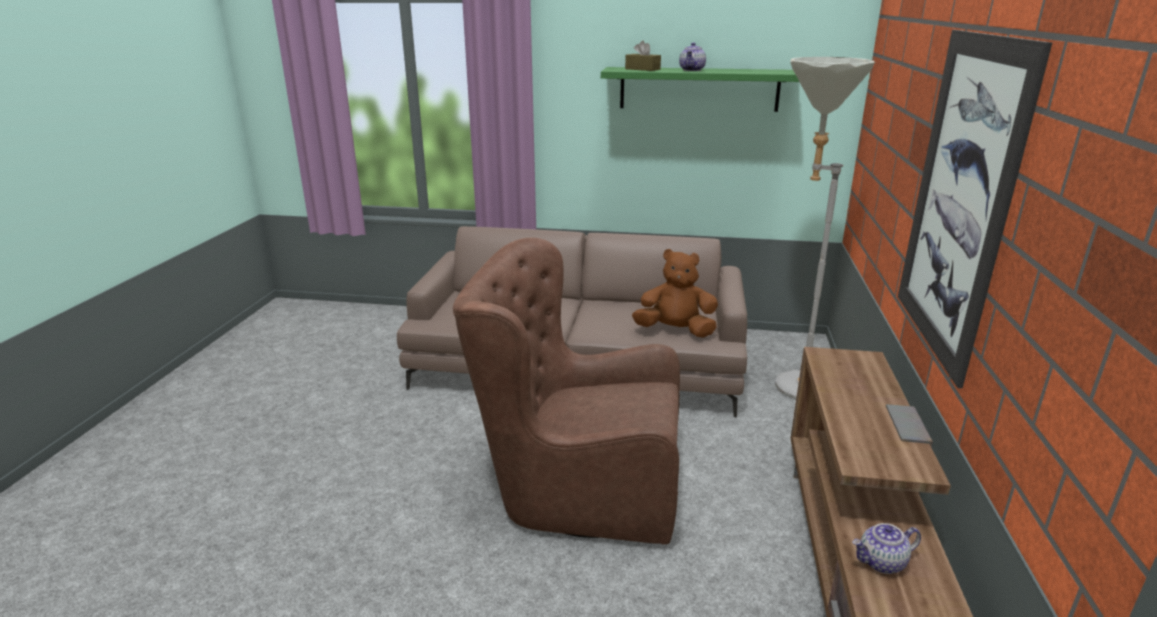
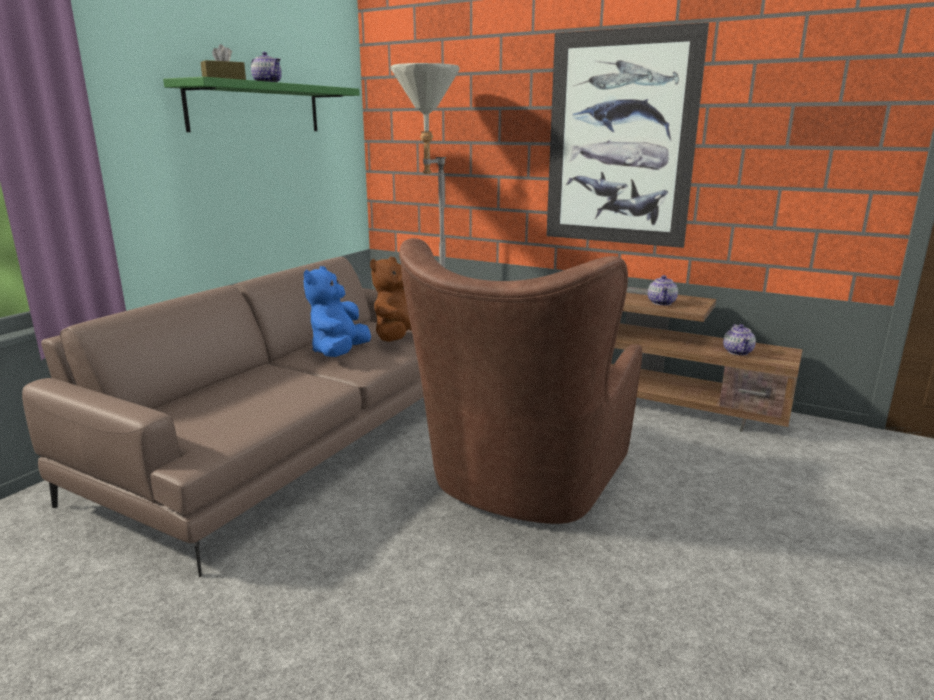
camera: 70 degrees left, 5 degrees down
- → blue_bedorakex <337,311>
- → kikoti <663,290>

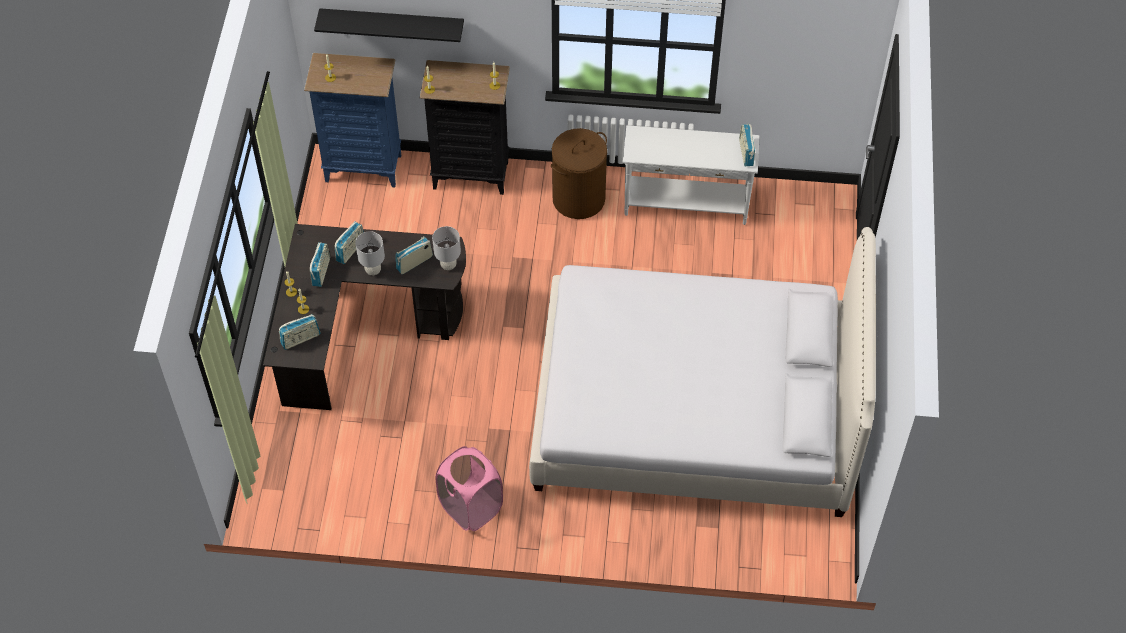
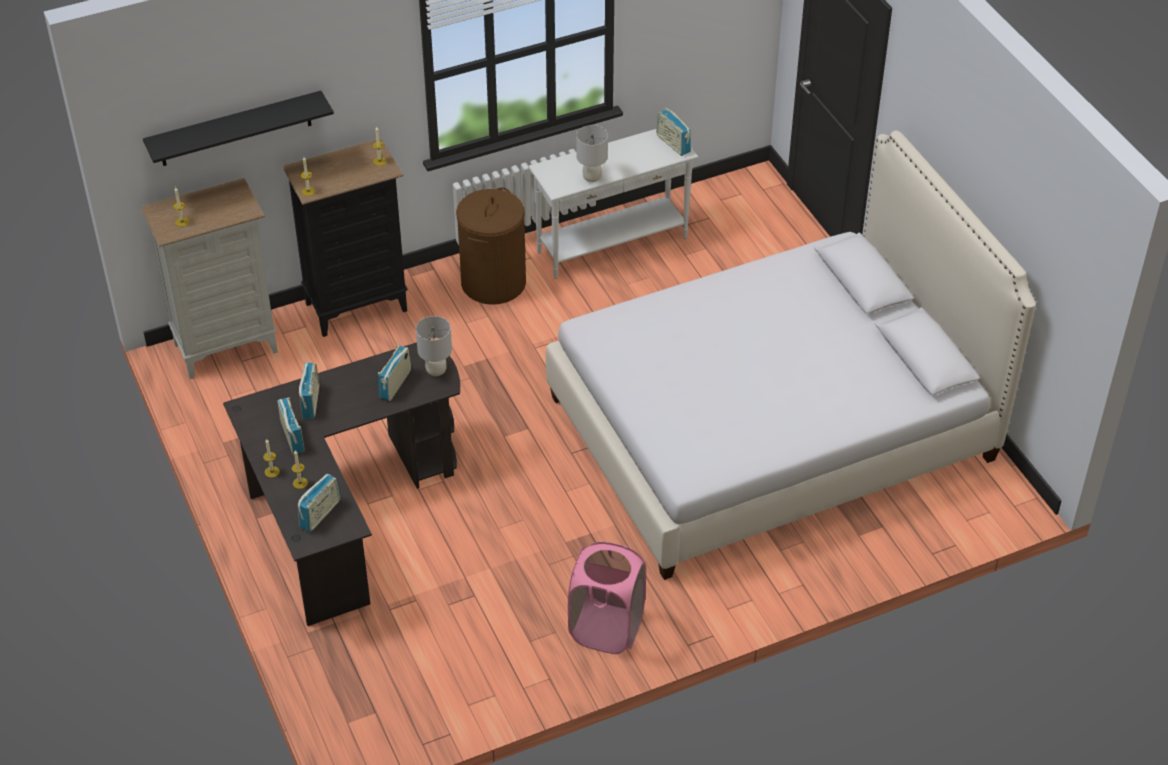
camera: 30 degrees left, 10 degrees down
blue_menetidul <352,120> → white_menetidul <209,278>
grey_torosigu <370,253> → grey_torosigu <592,153>, move

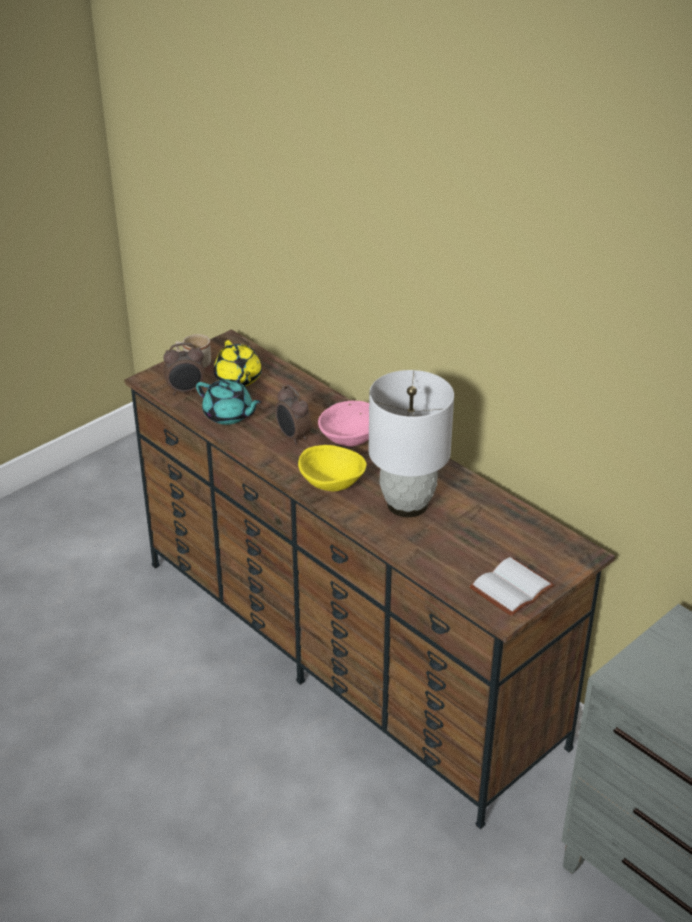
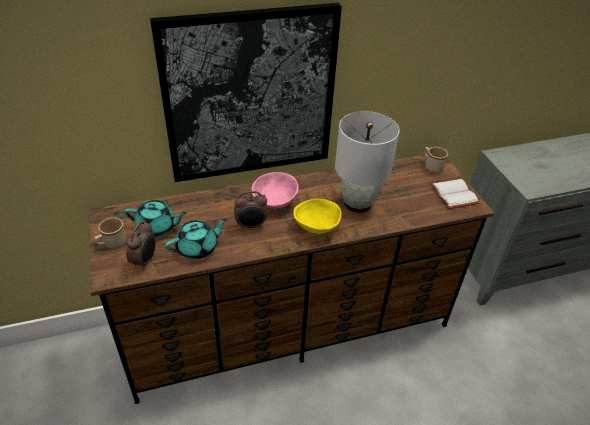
camera: 65 degrees left, 5 degrees up
yellow_kikoti <238,363> → turquoise_kikoti <155,218>
- → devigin <246,92>
- → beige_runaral <436,159>

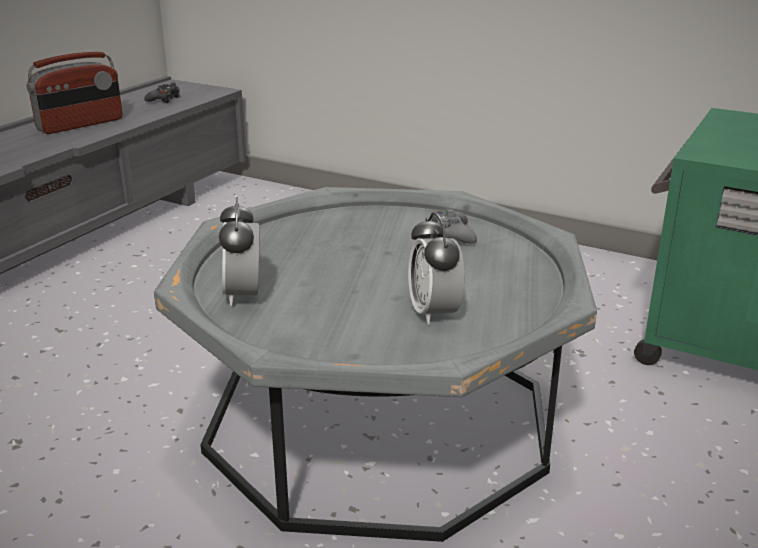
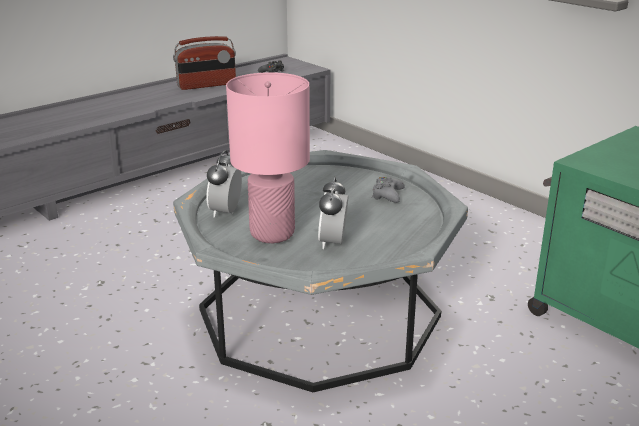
camera: 20 degrees right, 0 degrees up
- → pink_torosigu <268,157>

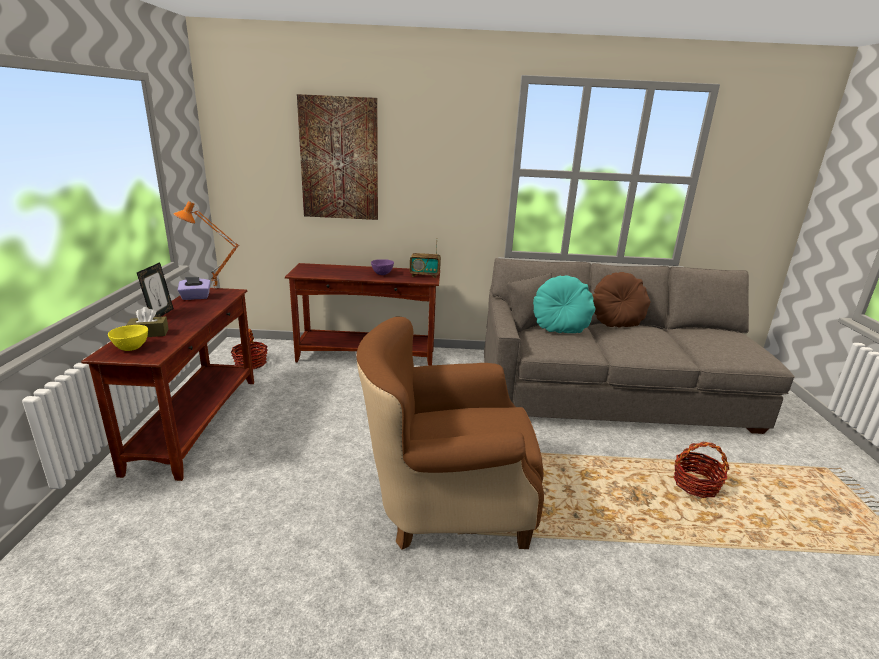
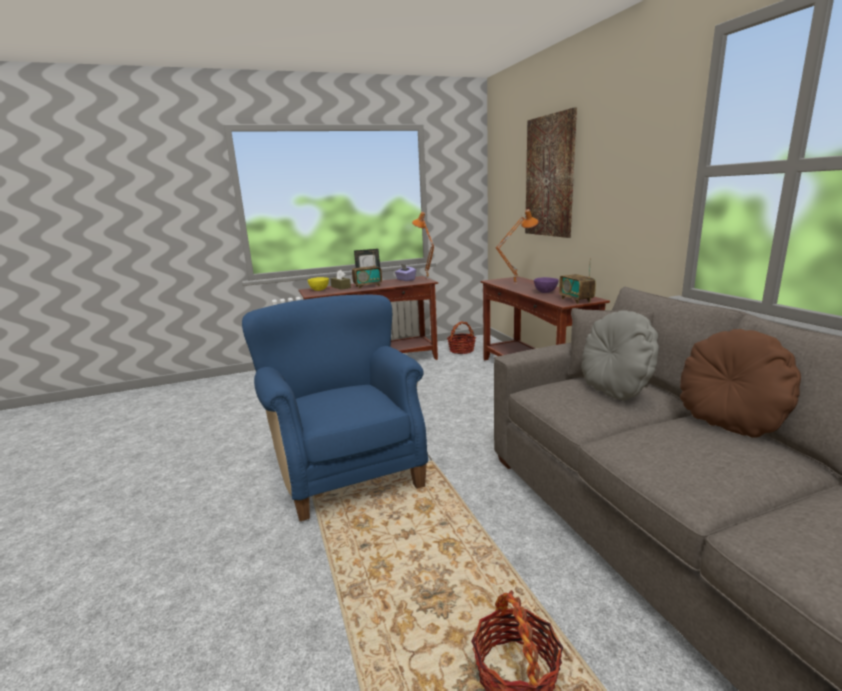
camera: 70 degrees right, 5 degrees down
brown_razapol <450,433> → blue_razapol <335,408>
- → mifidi <367,271>
- → orange_torosigu <516,246>
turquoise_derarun <564,304> → grey_derarun <620,355>

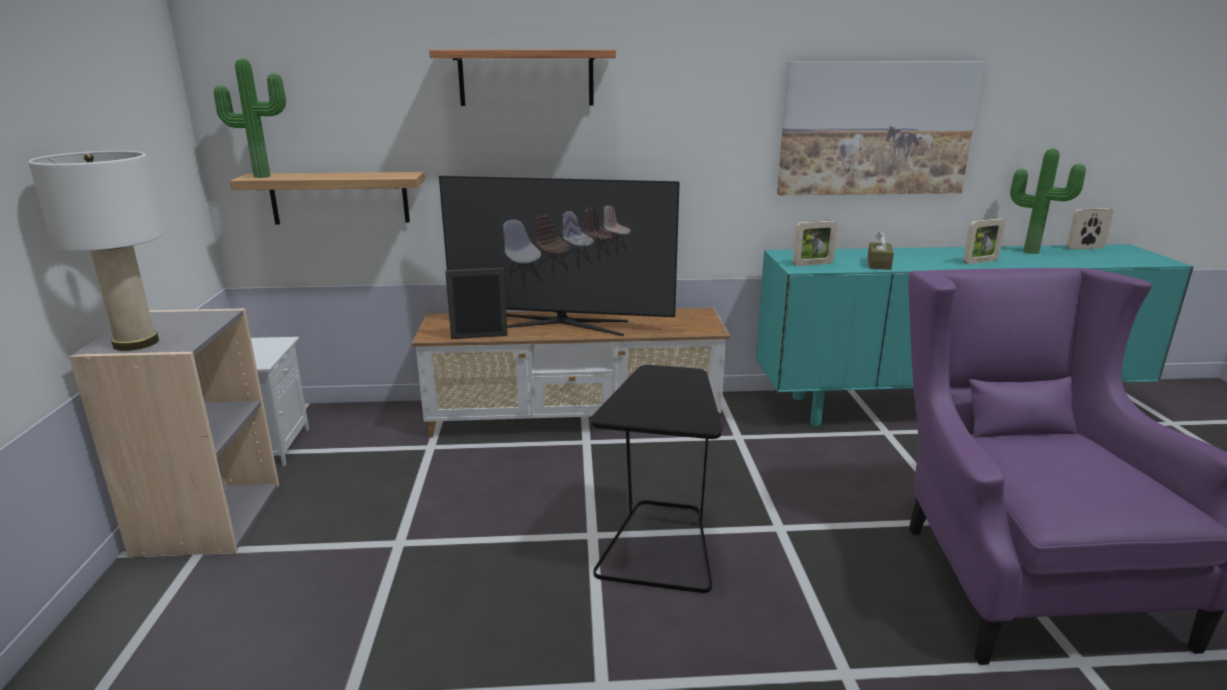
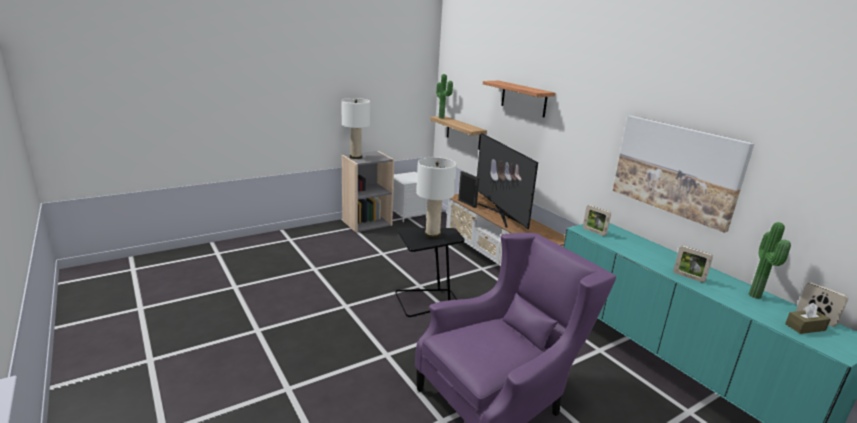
camera: 60 degrees right, 0 degrees up
- → white_torosigu <436,197>
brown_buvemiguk <880,250> → brown_buvemiguk <808,318>, move

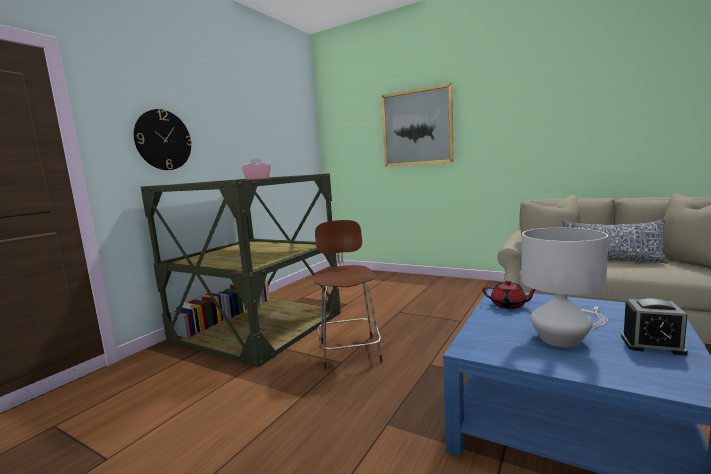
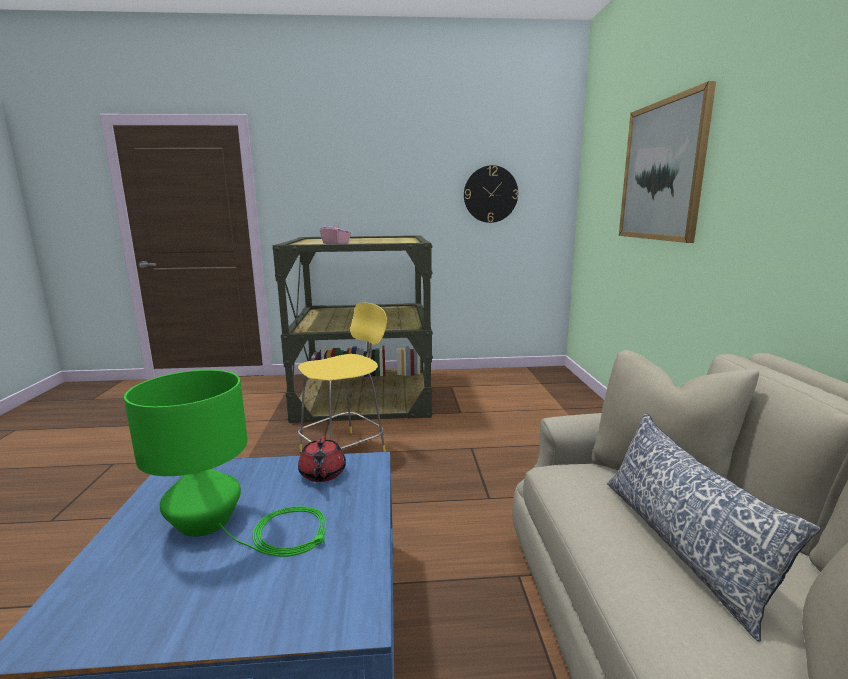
camera: 55 degrees right, 5 degrees up
grey_torosigu <564,288> → green_torosigu <225,463>
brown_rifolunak <348,295> → yellow_rifolunak <342,377>
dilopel <163,139> → dilopel <491,194>, move
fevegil <654,327> → -

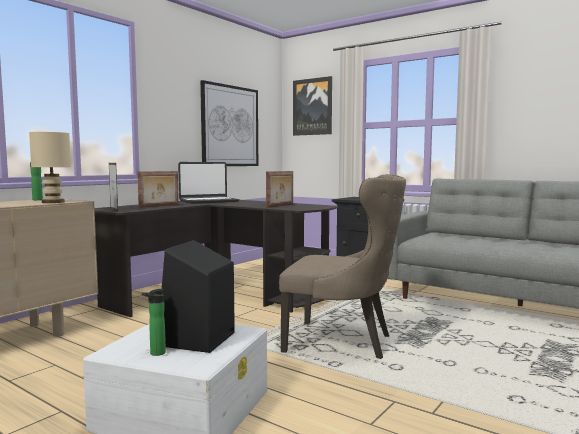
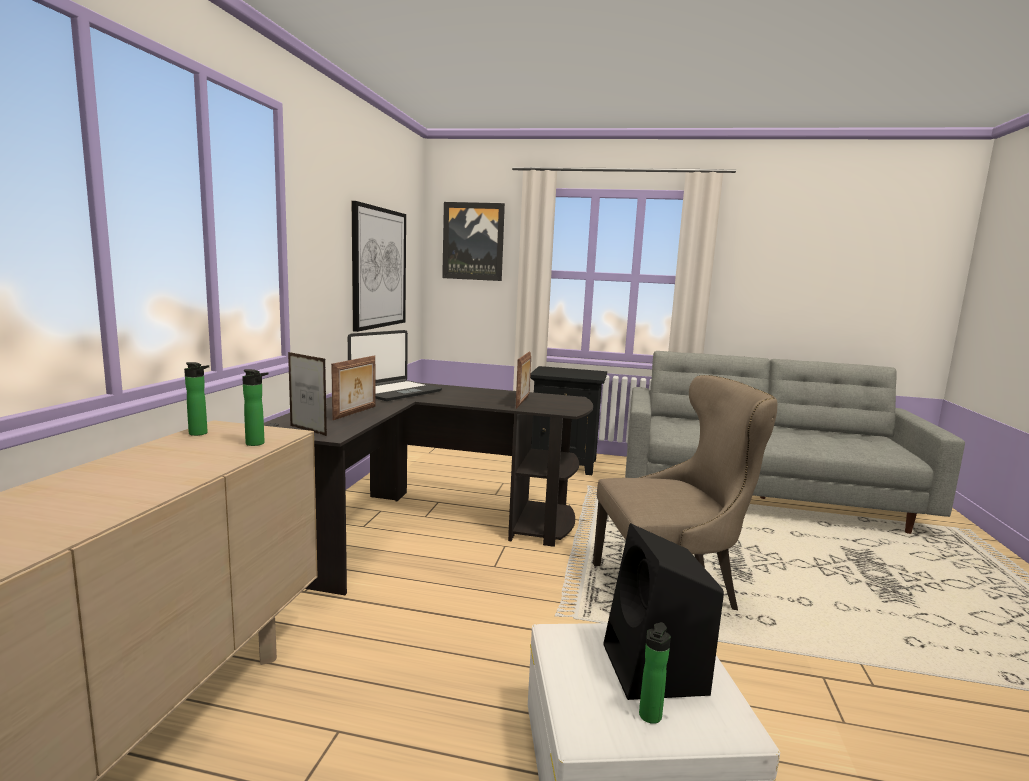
camera: 25 degrees left, 5 degrees up
beige_torosigu <50,167> → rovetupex <255,407>

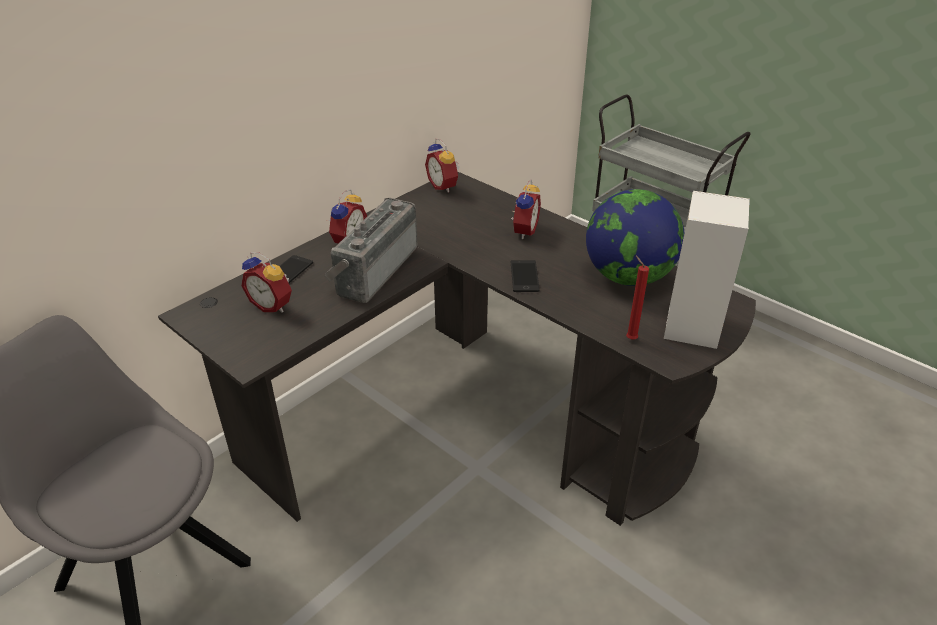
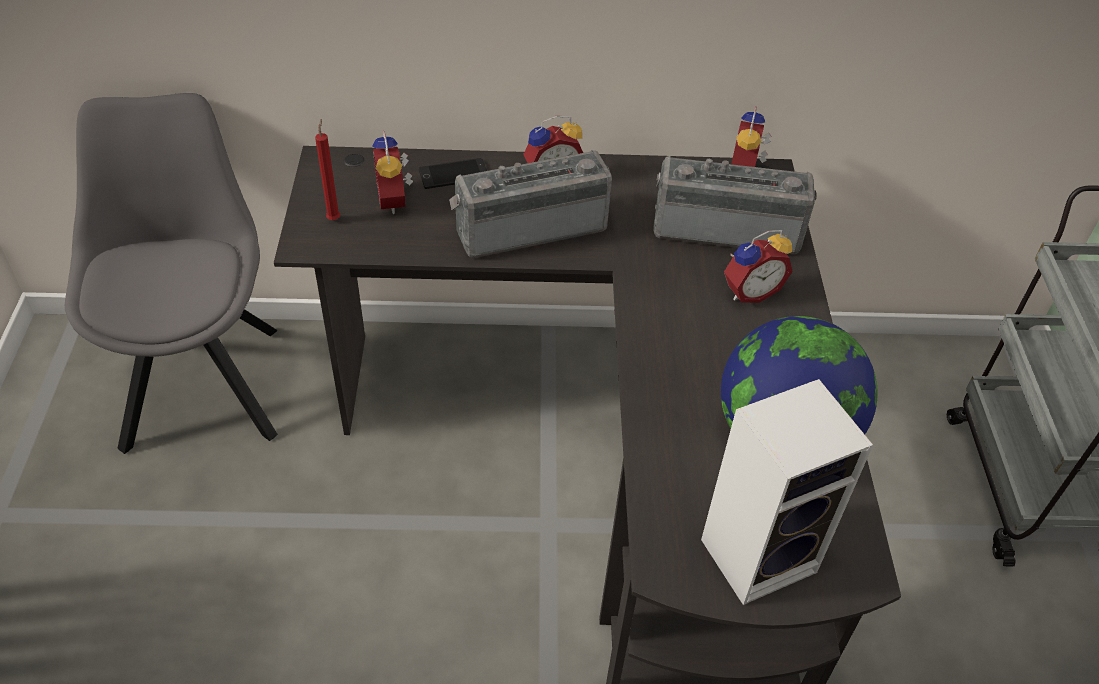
camera: 45 degrees right, 10 degrees up
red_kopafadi <637,298> → red_kopafadi <327,169>, move
- → mifidi <735,205>
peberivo <525,276> → -

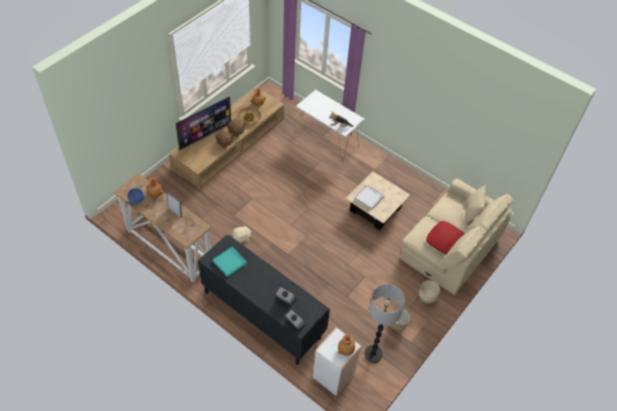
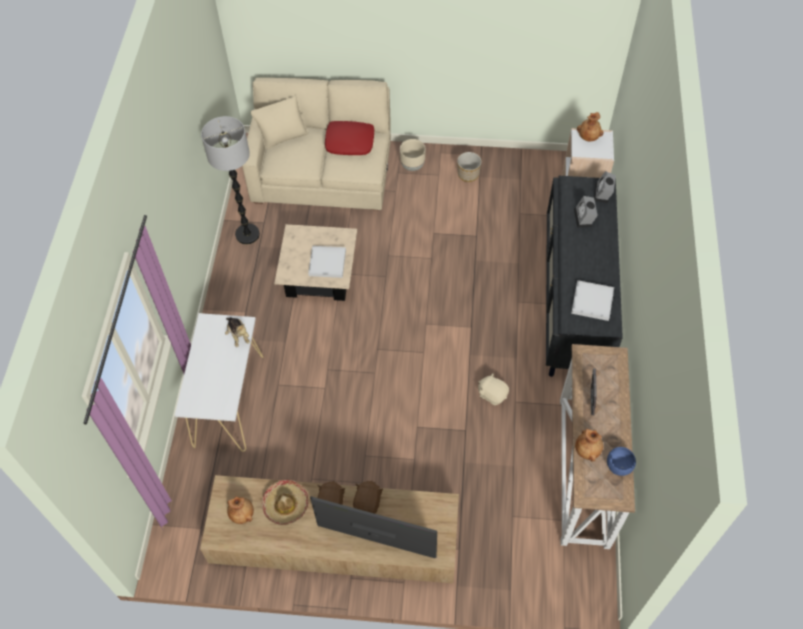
camera: 120 degrees left, 5 degrees up
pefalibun <384,323> → pefalibun <230,180>, move
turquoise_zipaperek <229,261> → white_zipaperek <592,300>

